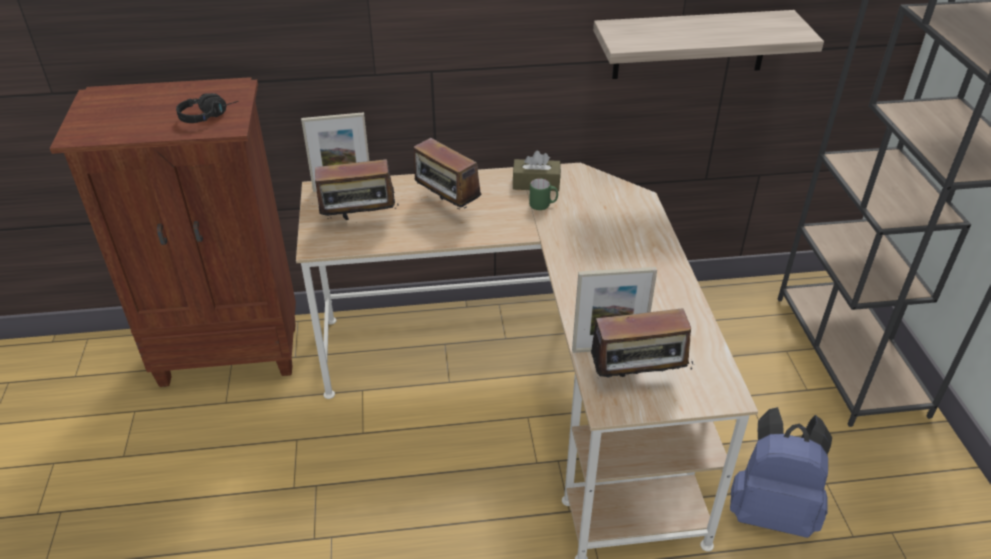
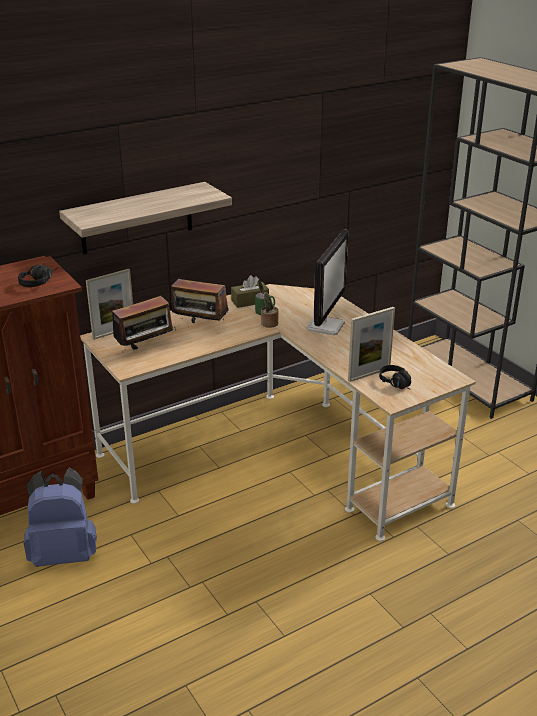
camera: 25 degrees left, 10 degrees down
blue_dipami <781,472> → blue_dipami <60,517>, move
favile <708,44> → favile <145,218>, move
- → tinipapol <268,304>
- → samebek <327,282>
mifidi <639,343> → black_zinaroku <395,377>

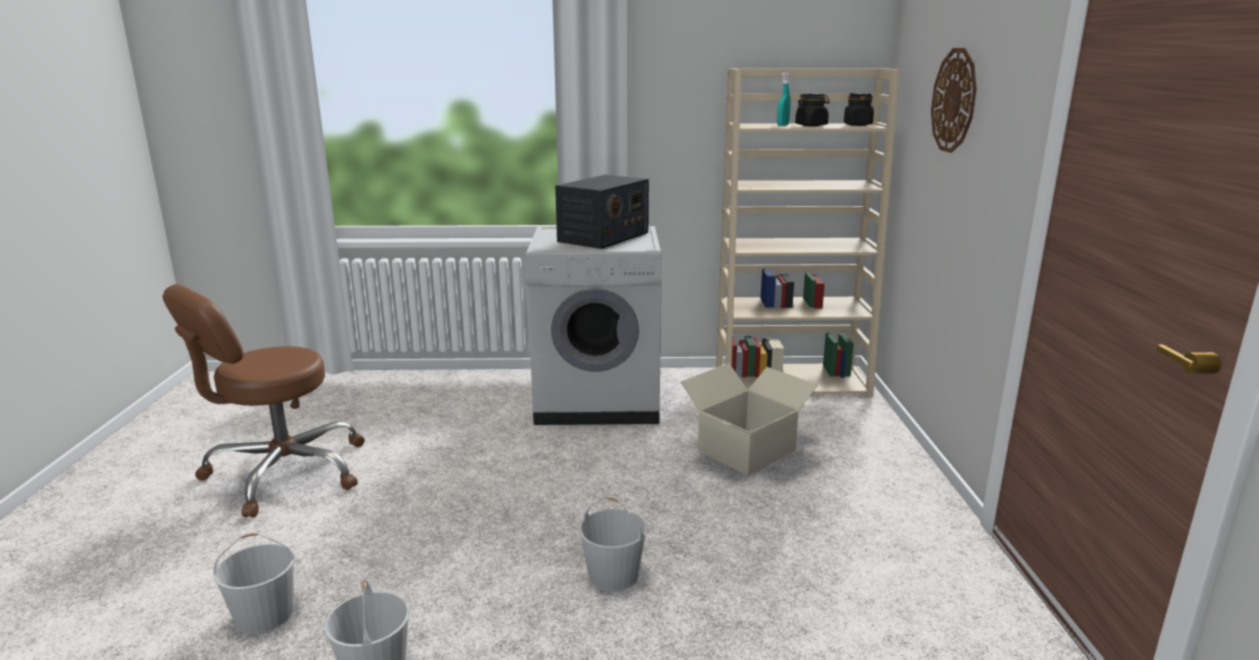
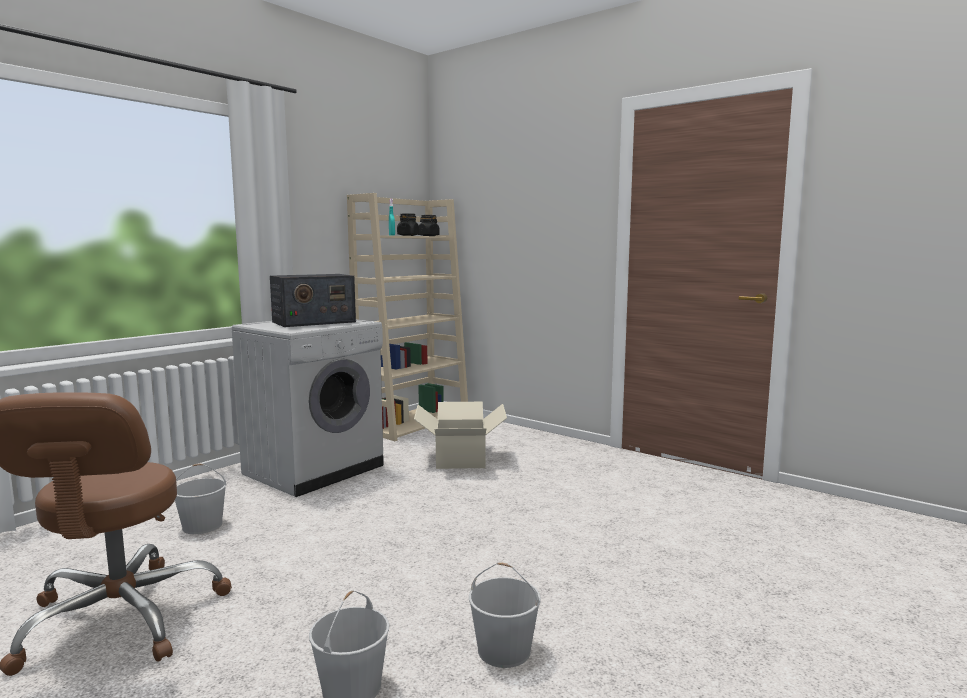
camera: 50 degrees left, 10 degrees down
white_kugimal <613,544> → white_kugimal <200,499>, move
mifidi <602,212> → mifidi <313,300>, 75 degrees clockwise
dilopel <954,100> → -

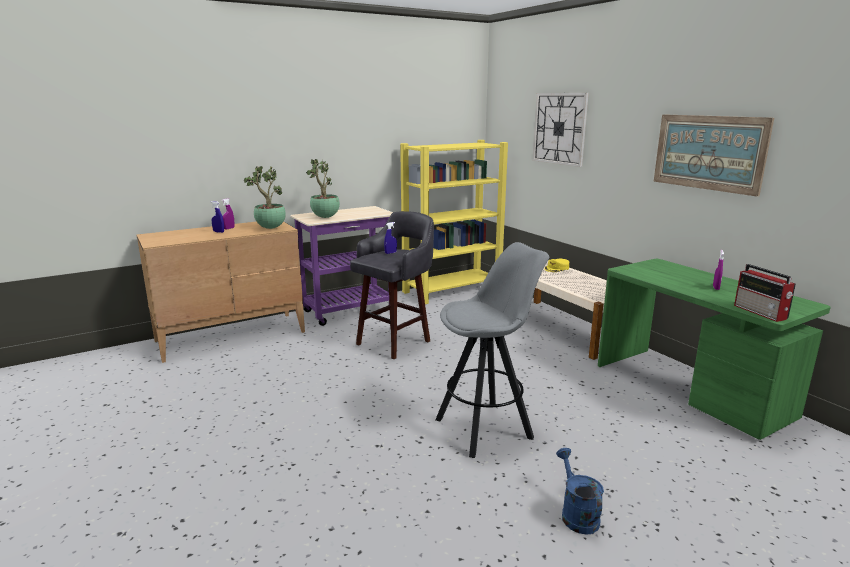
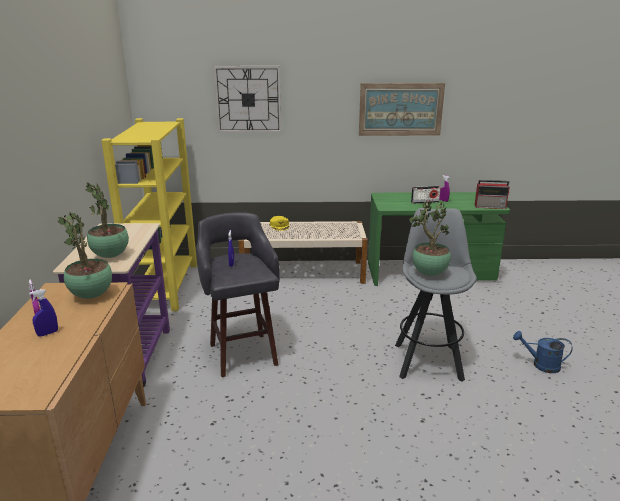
camera: 60 degrees left, 5 degrees up
- → tinipapol <430,238>
- → mifidi <426,195>

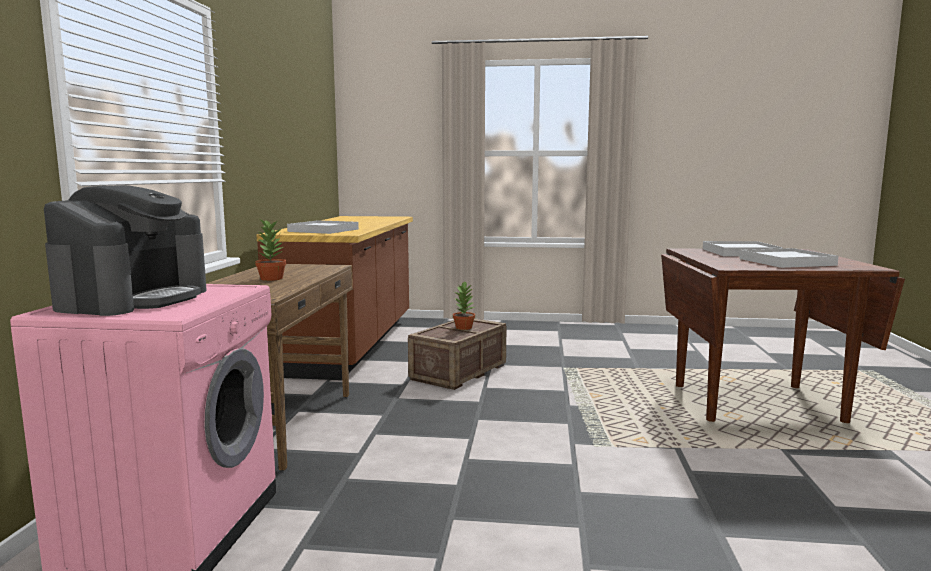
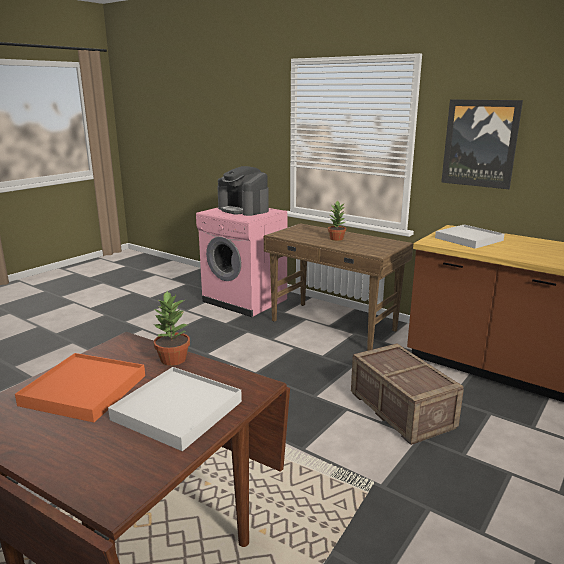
camera: 120 degrees right, 10 degrees up
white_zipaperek <789,258> → orange_zipaperek <80,387>
tinipapol <464,305> → tinipapol <171,328>, move
- → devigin <482,144>

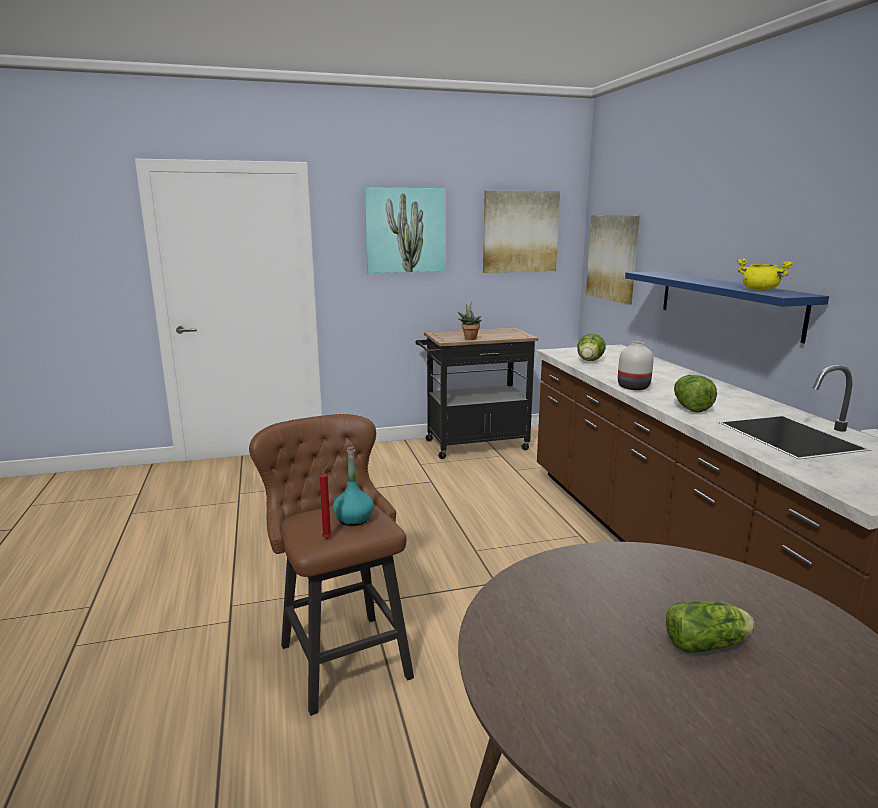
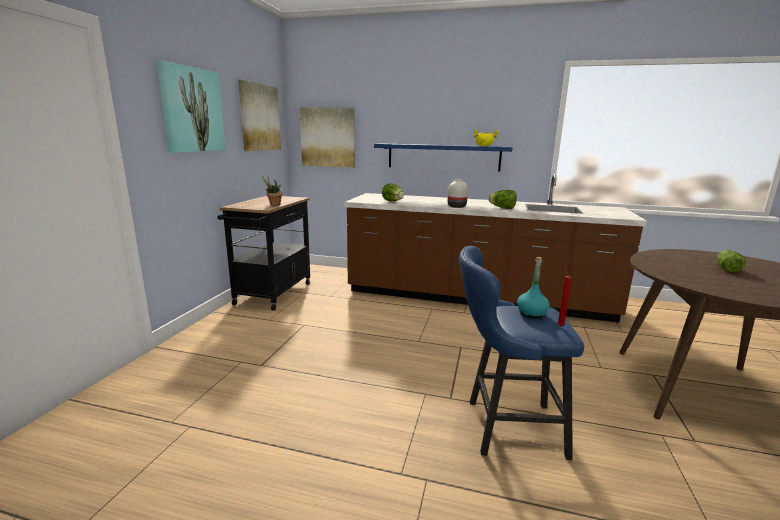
camera: 60 degrees left, 0 degrees up
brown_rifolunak <331,565> → blue_rifolunak <521,353>

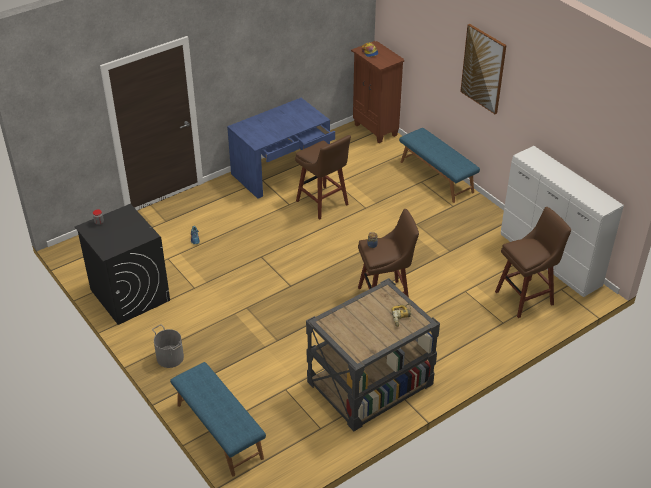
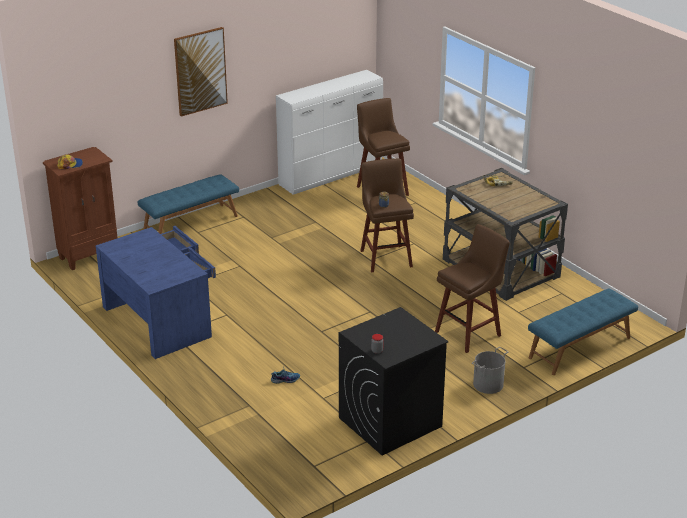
camera: 90 degrees left, 10 degrees down
brown_rifolunak <323,177> → brown_rifolunak <472,288>, move

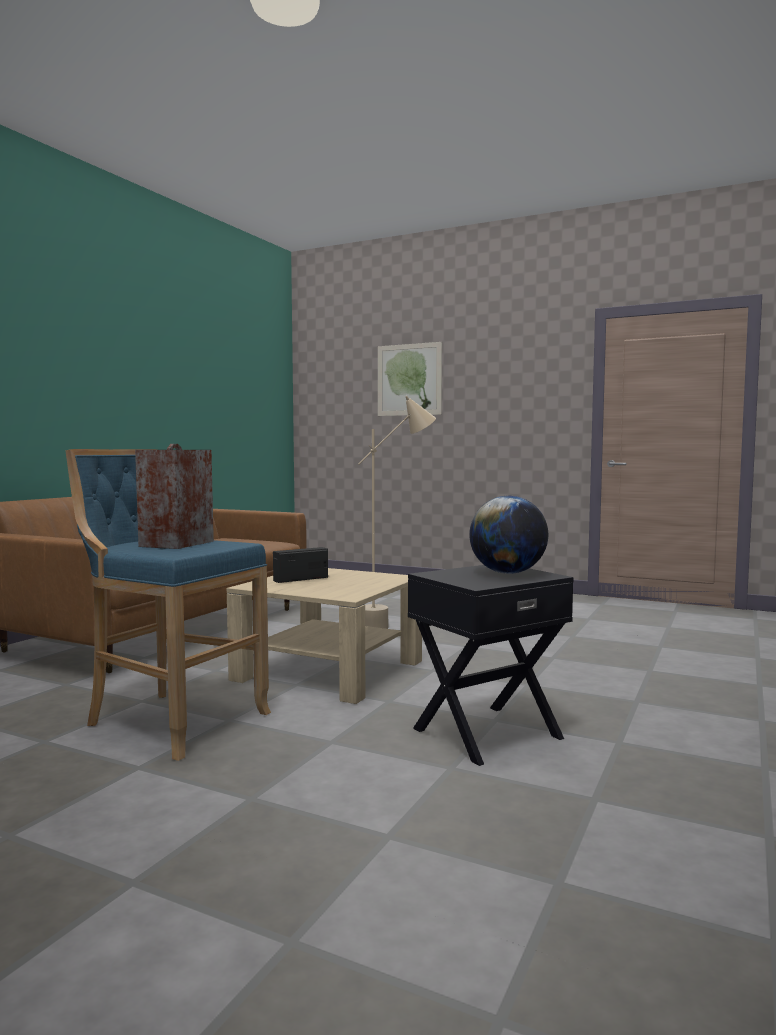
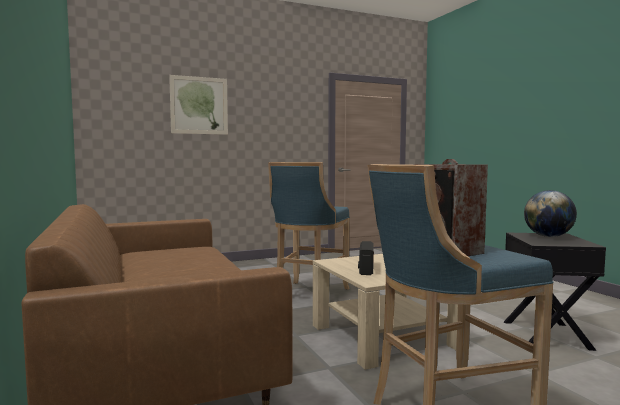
camera: 50 degrees left, 0 degrees up
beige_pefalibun <397,512> → blue_rifolunak <309,226>

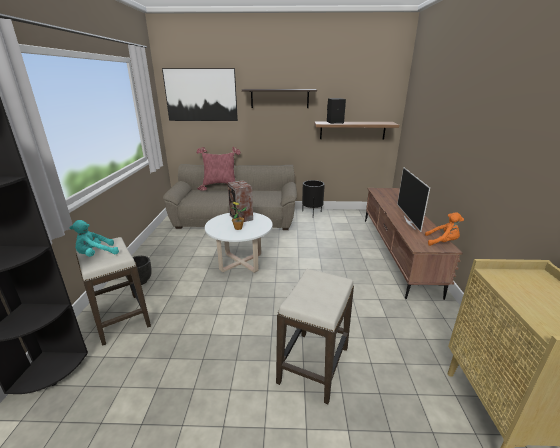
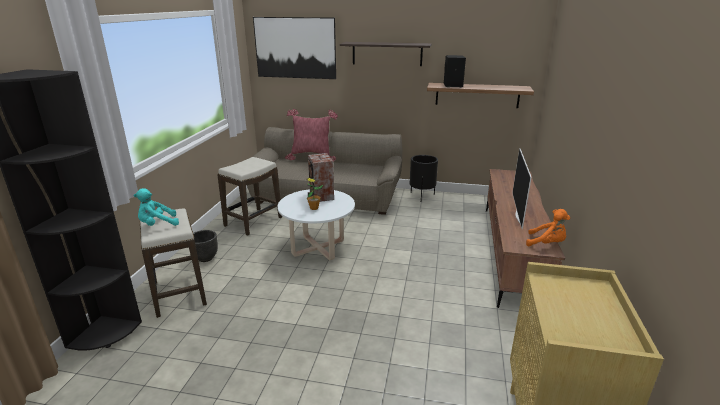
camera: 10 degrees right, 0 degrees up
rifolunak <315,336> → rifolunak <249,196>, move

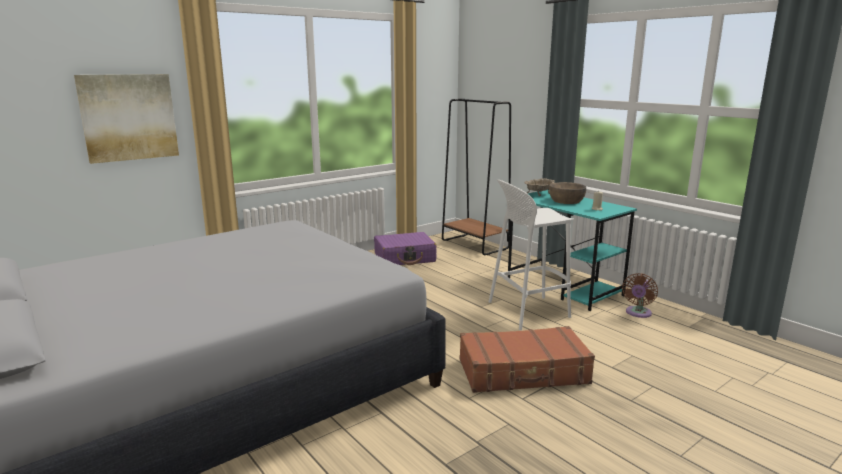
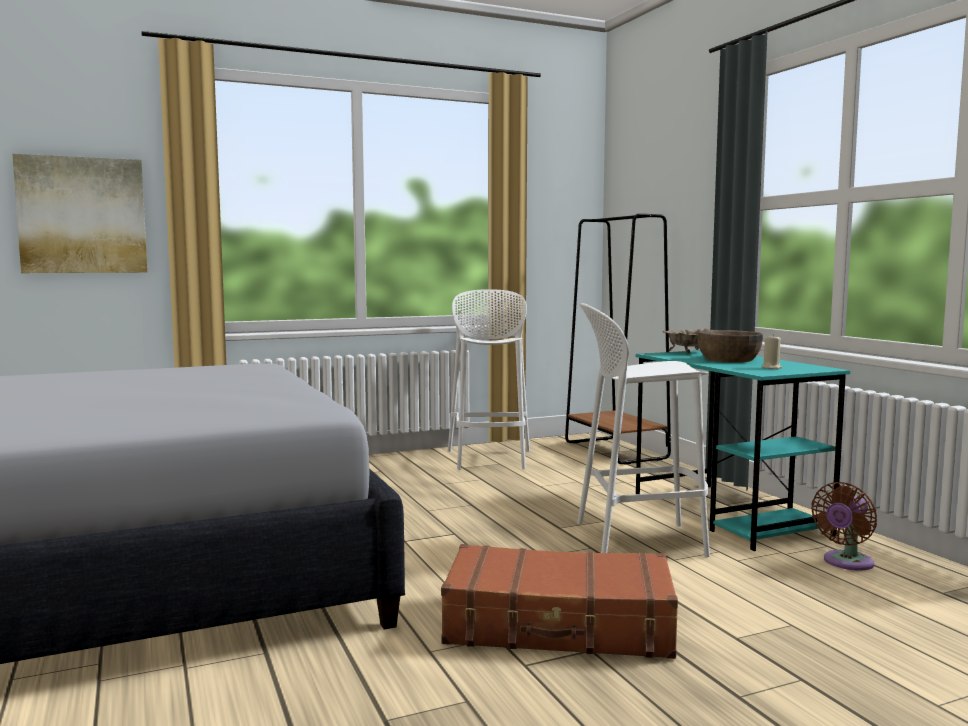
camera: 15 degrees right, 10 degrees down
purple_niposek <405,248> → white_rifolunak <489,379>

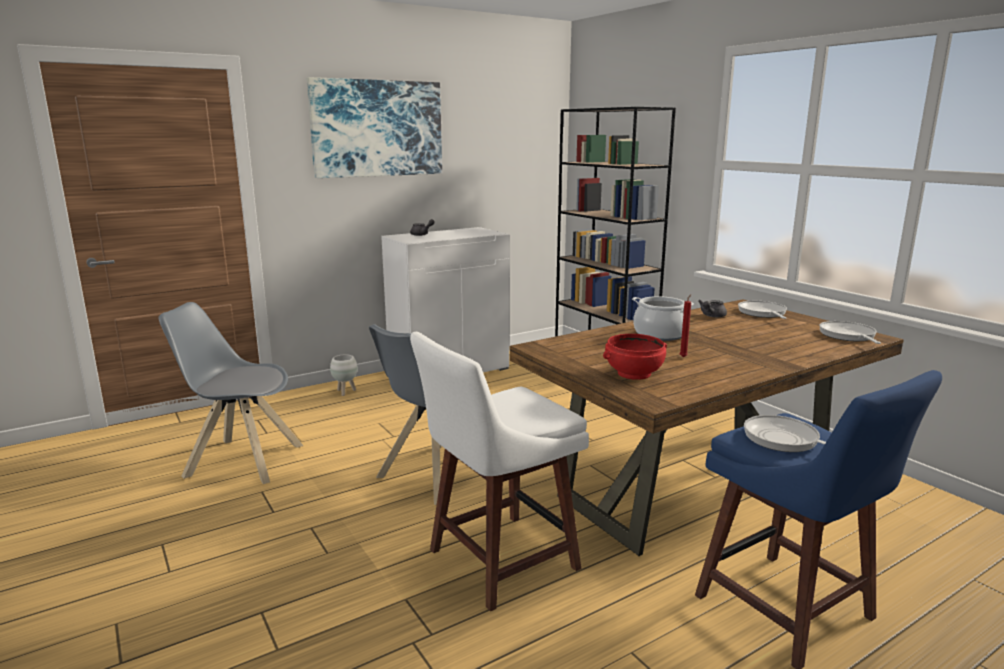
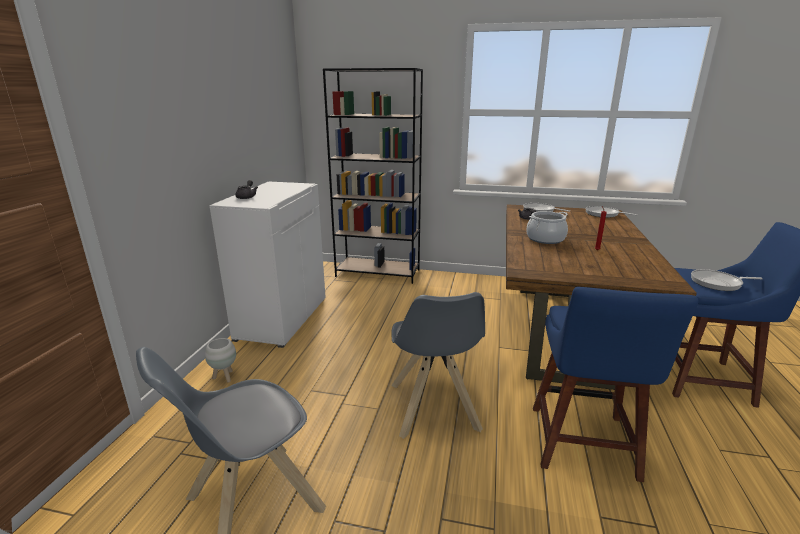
camera: 45 degrees left, 5 degrees up
white_rifolunak <499,471> → blue_rifolunak <616,384>
devigin <374,127> → -
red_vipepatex <635,357> → -

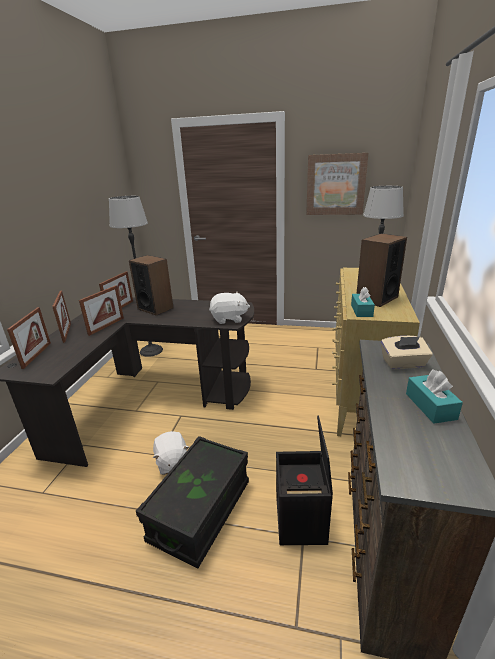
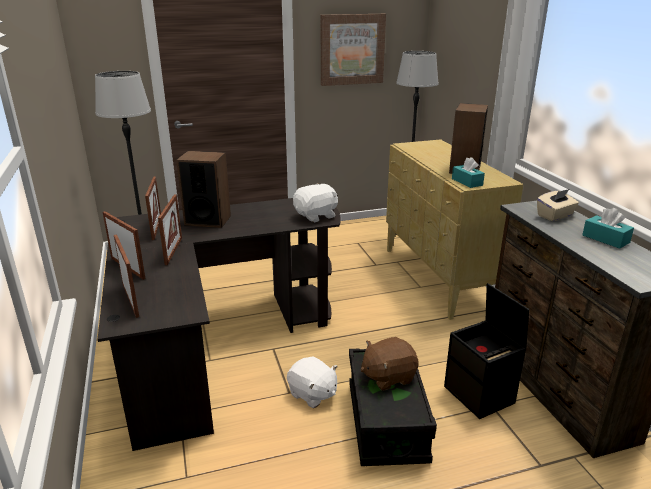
camera: 30 degrees left, 0 degrees up
- → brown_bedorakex <389,364>

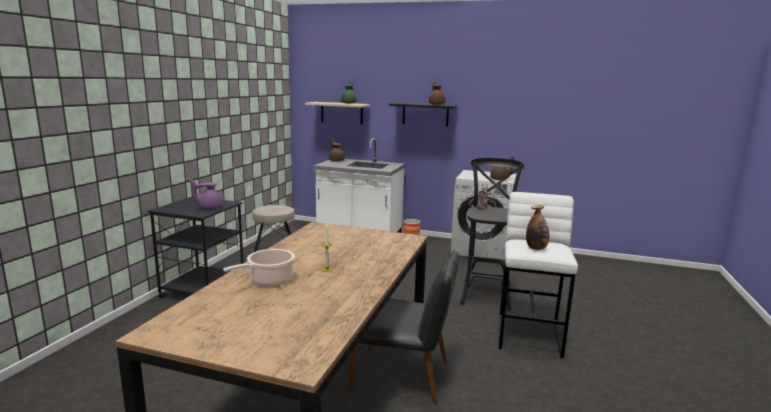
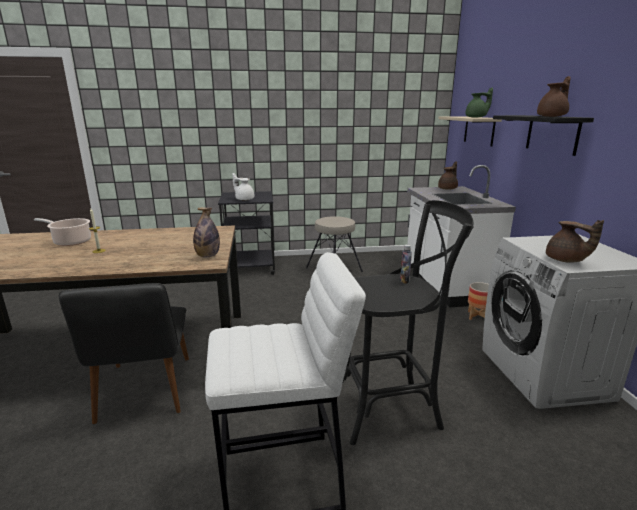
camera: 65 degrees right, 5 degrees up
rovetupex <537,227> → rovetupex <206,232>, move
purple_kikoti <206,194> → white_kikoti <243,186>

